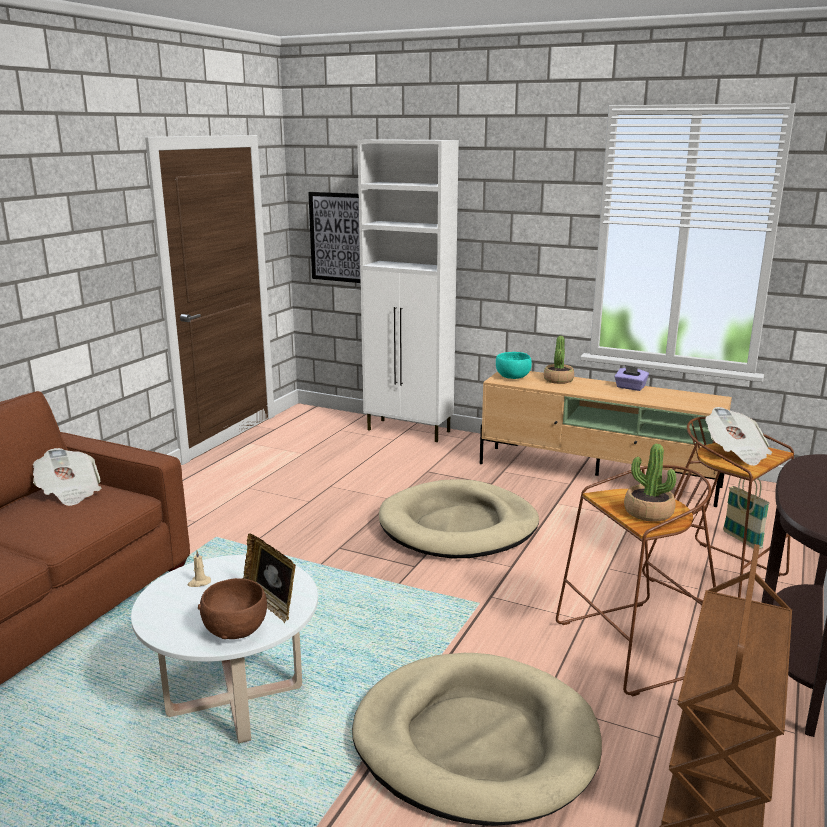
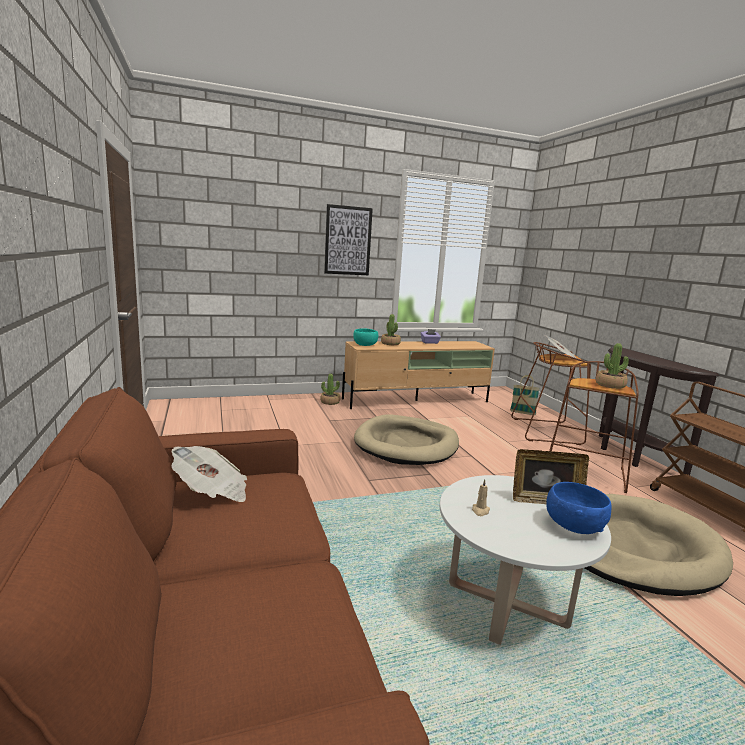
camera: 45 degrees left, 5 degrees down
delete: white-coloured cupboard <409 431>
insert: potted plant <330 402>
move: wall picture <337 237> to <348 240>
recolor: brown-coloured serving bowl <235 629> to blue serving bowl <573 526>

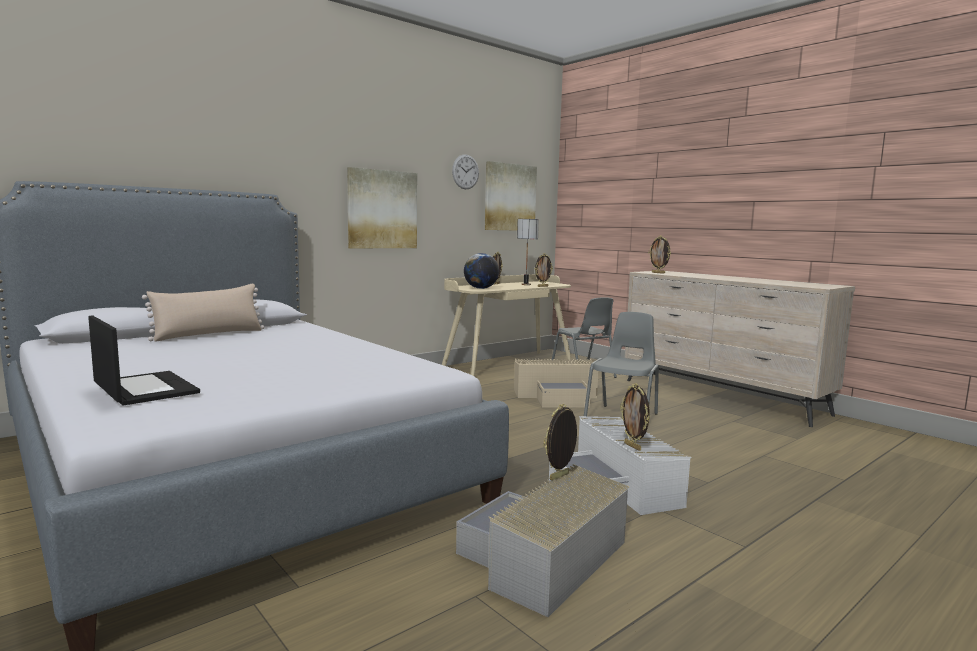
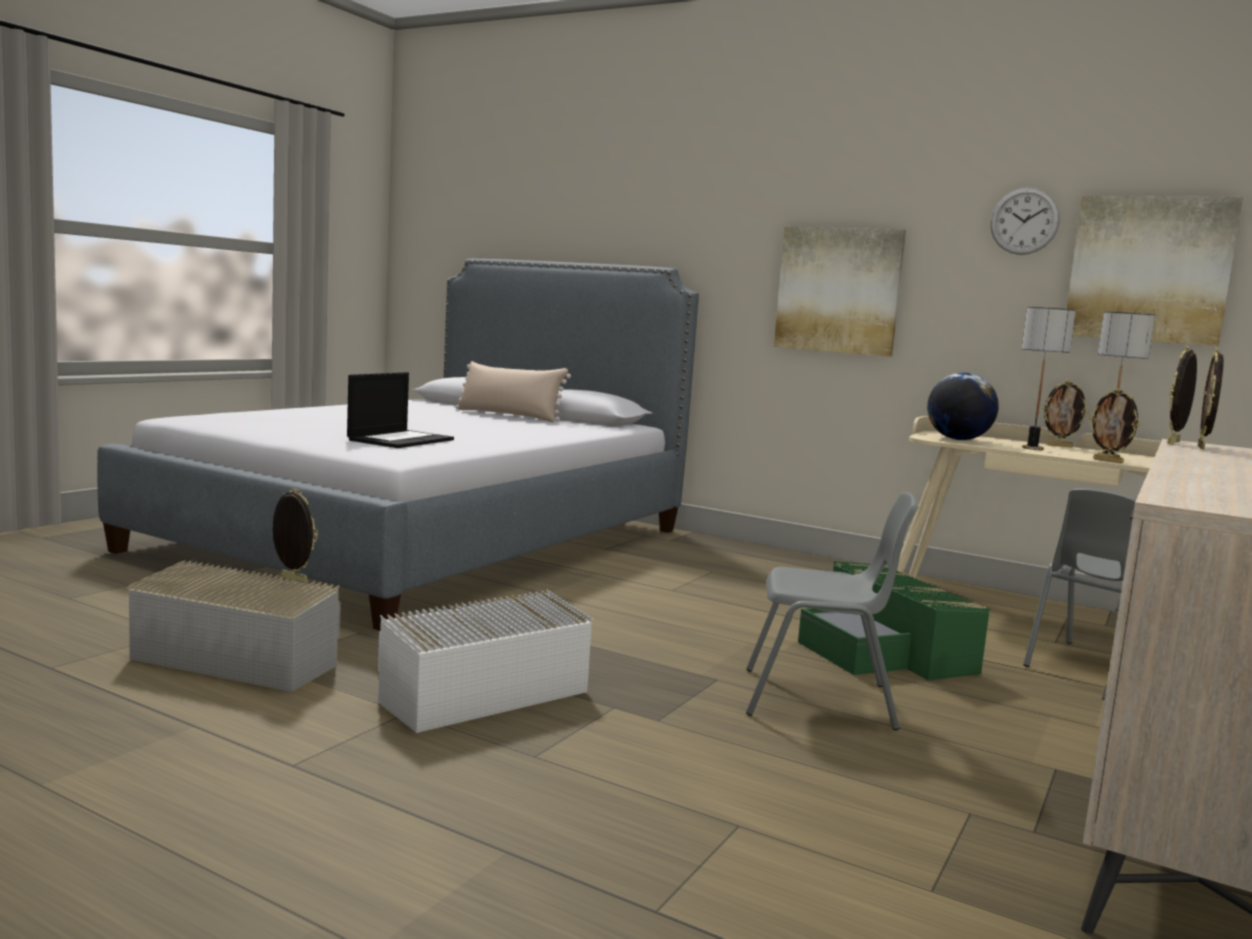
camera: 70 degrees right, 0 degrees up
insert: lamp for a table <1032 448>
move: laptop <144 388> to <401 440>; photo frame <633 446> to <1175 442>
recolor: beige storage bin <558 396> to green-coloured storage bin <885 651>

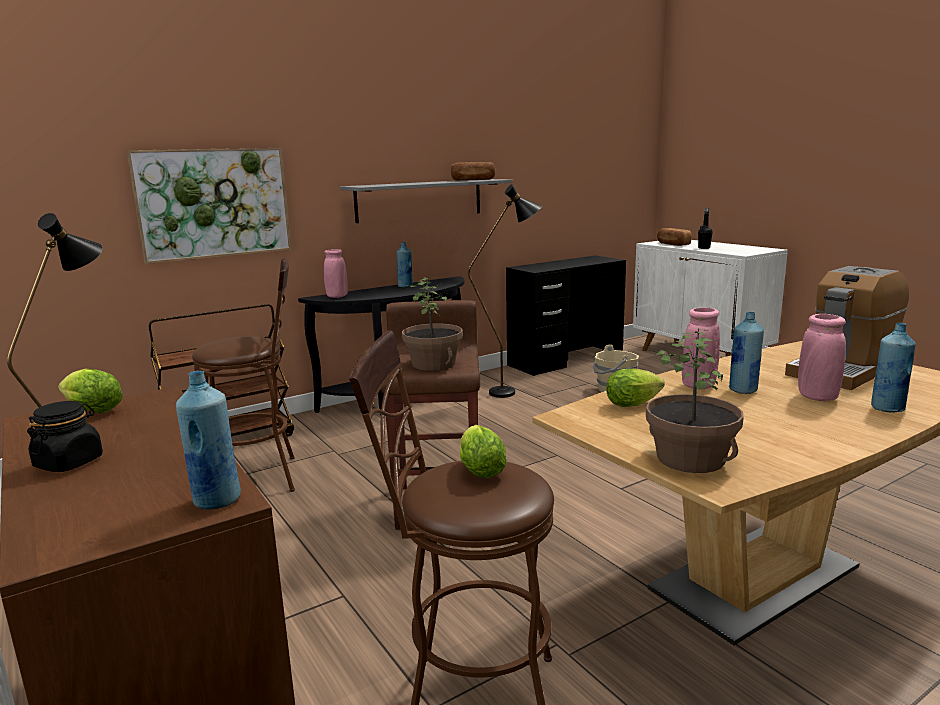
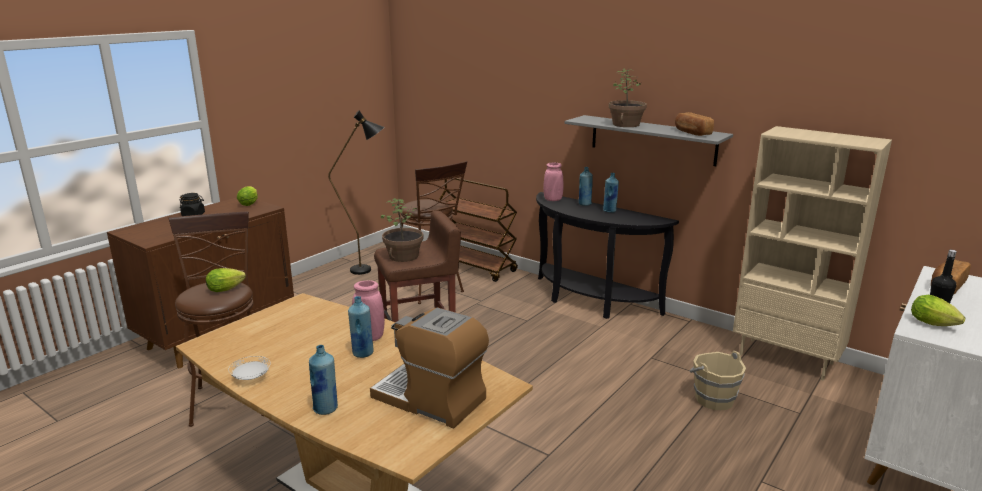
camera: 70 degrees right, 5 degrees up
delete: wall picture <214 203>; black floor lamp <512 392>; pinkish flower vase <817 397>
insert: white-coloured flat dish <251 377>
move: potted plant <691 458> to <626 124>; lettuce head <635 404> to <935 325>; blue drink bottle <216 500> to <584 204>
replace: black desk unit <565 359> to beige bookshelf <786 358>

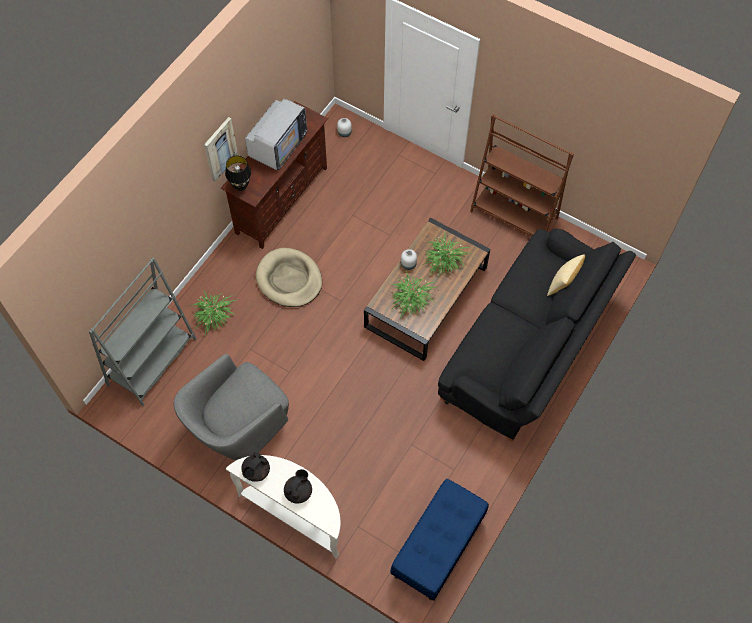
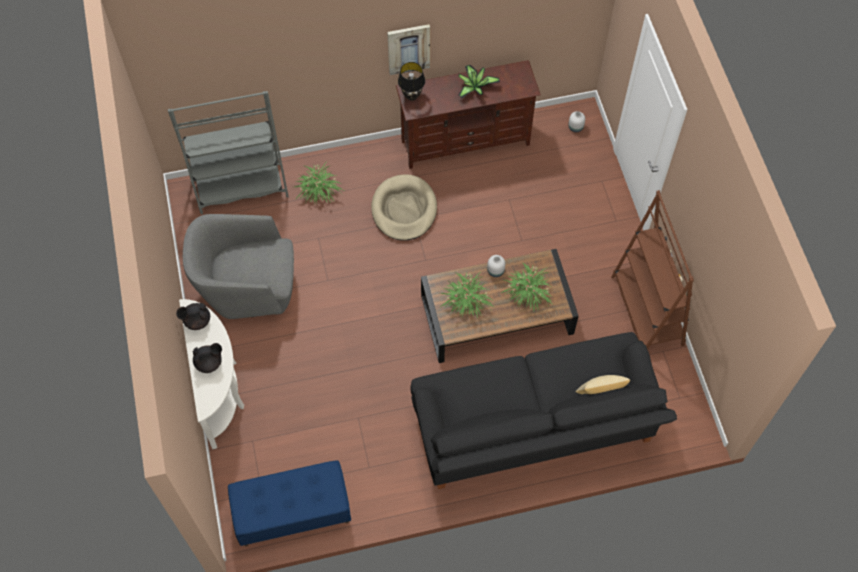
camera: 45 degrees right, 0 degrees up
replace: television <278 146> to potted plant <475 86>

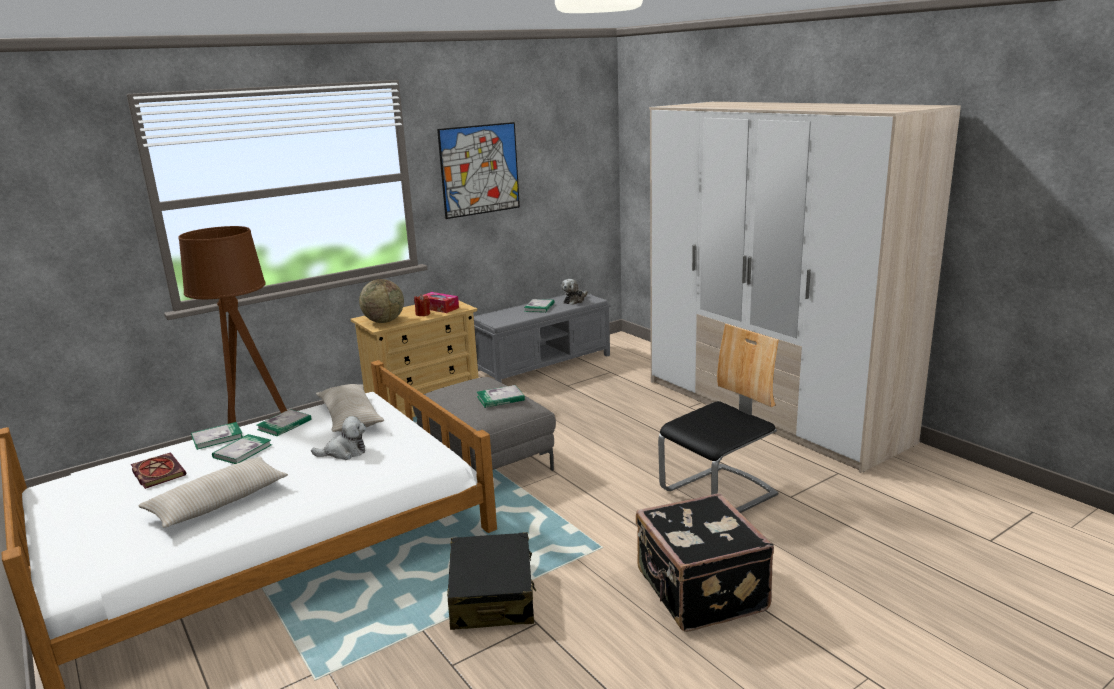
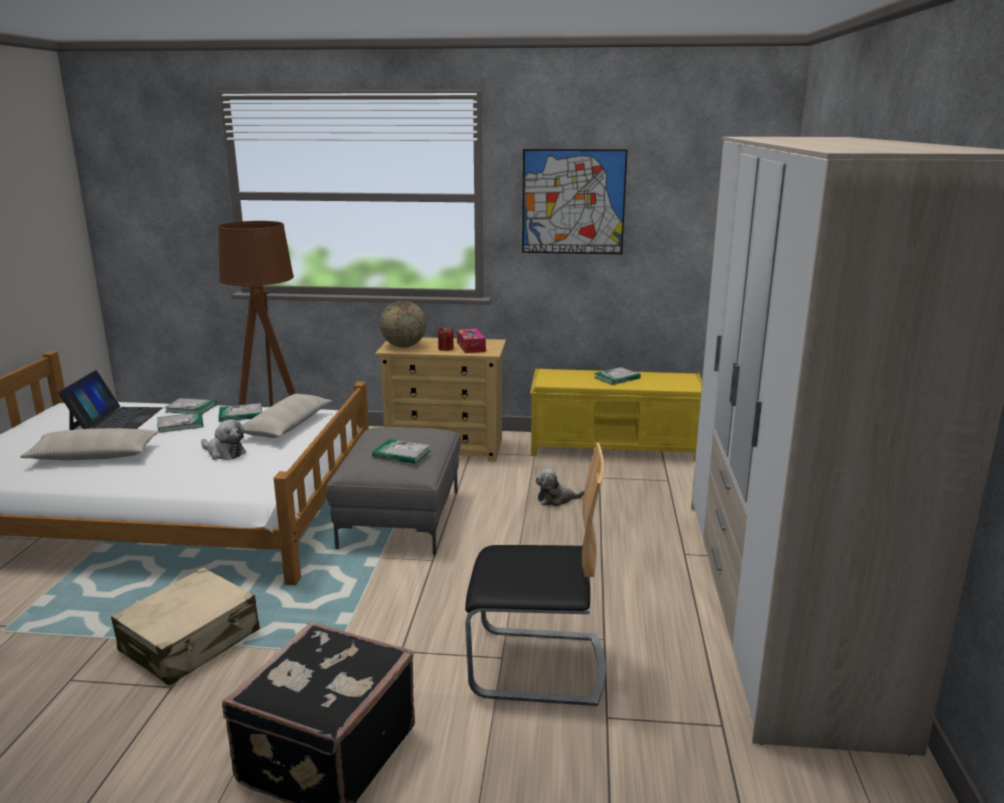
camera: 40 degrees right, 0 degrees up
move: soft toy <574 300> to <557 499>
replace: volume <157 472> to laptop <116 419>
recolor: gray bench <544 365> to yellow bench <615 448>; black piece of luggage <492 596> to beige piece of luggage <191 641>

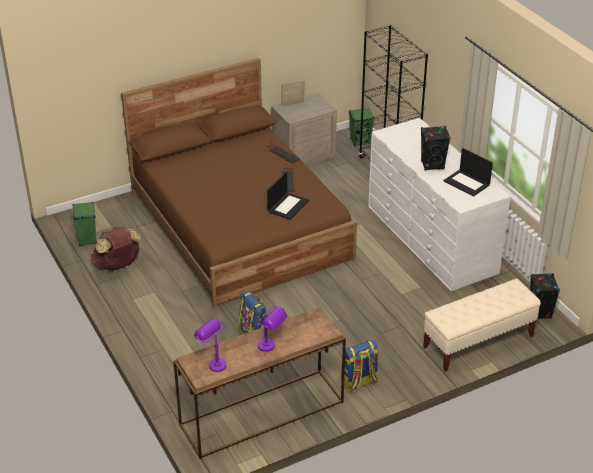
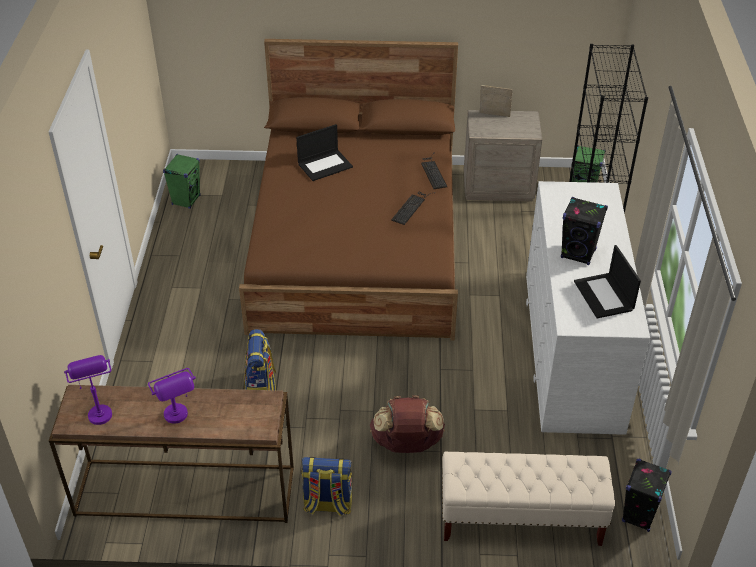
camera: 30 degrees right, 5 degrees up
move: laptop <288 206> to <325 165>; brown-coloured backpack <118 265> to <406 444>

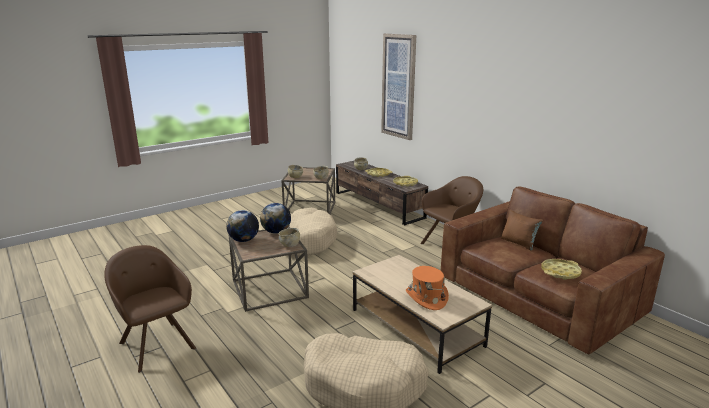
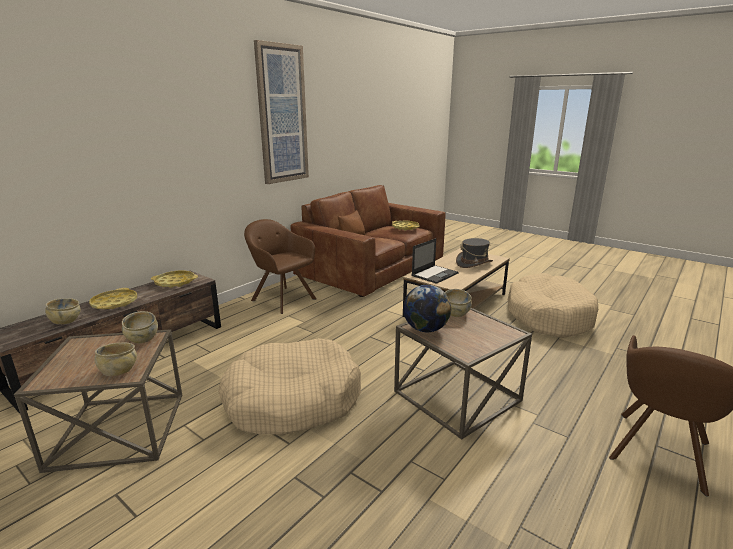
camera: 105 degrees left, 0 degrees up
delete: globe <244 240>
insert: laptop <435 274>
move: wall picture <399 86> to <282 115>
recolor: orangey hat <426 298> to gray hat <474 263>

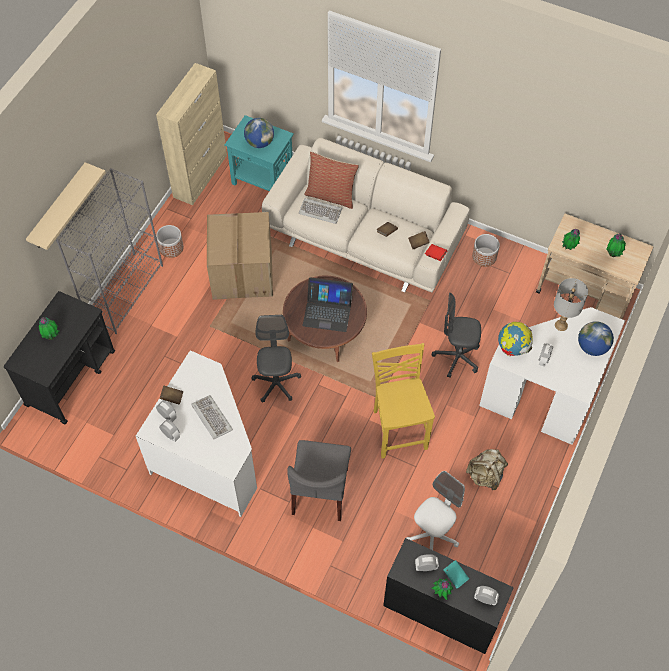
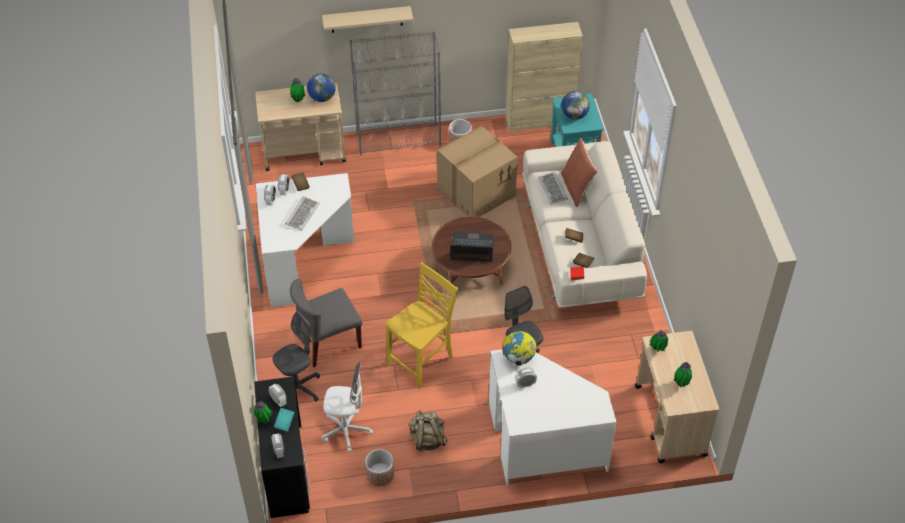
camera: 55 degrees right, 10 degrees down
delete: gray lamp for a table <561 325>
move: plant pot <484 257> to <380 474>; gray desk chair <276 383> to <298 388>; globe <592 347> to <322 98>
recolor: black cart <71 377> to beige cart <305 153>
rotate: laptop <327 311> = <472 247> 120 degrees clockwise

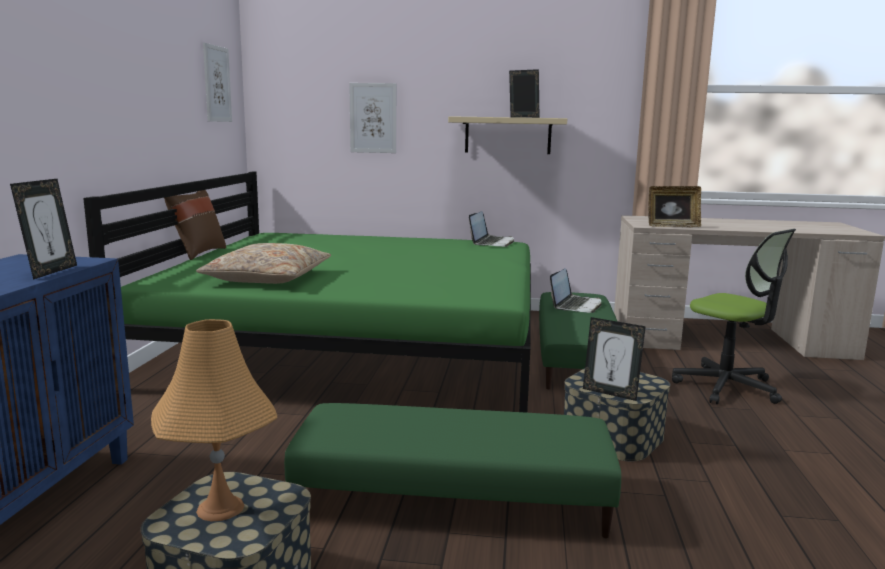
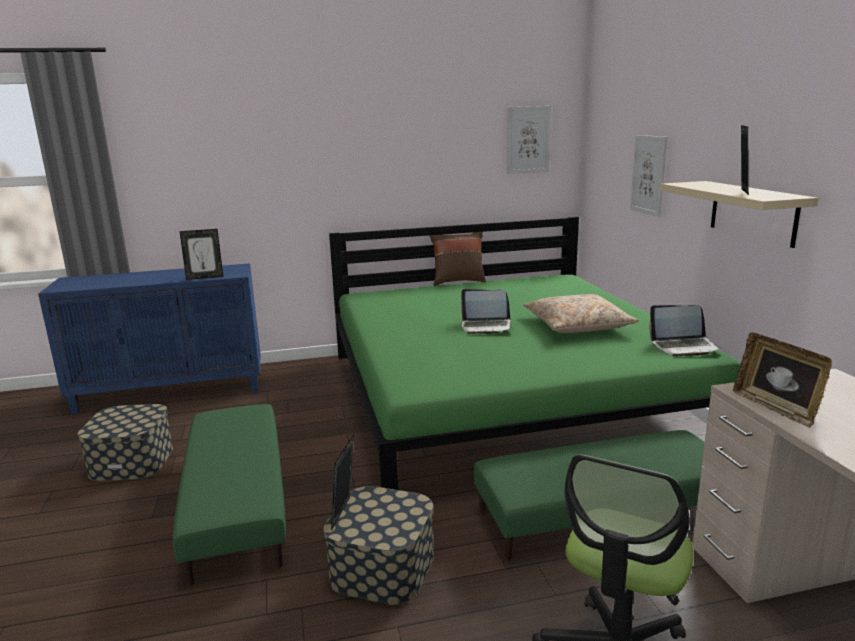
camera: 70 degrees right, 5 degrees up
delete: orangey lamp for a table <221 508>
move: beige pillow <268 278> to <577 325>; laptop <576 305> to <486 327>

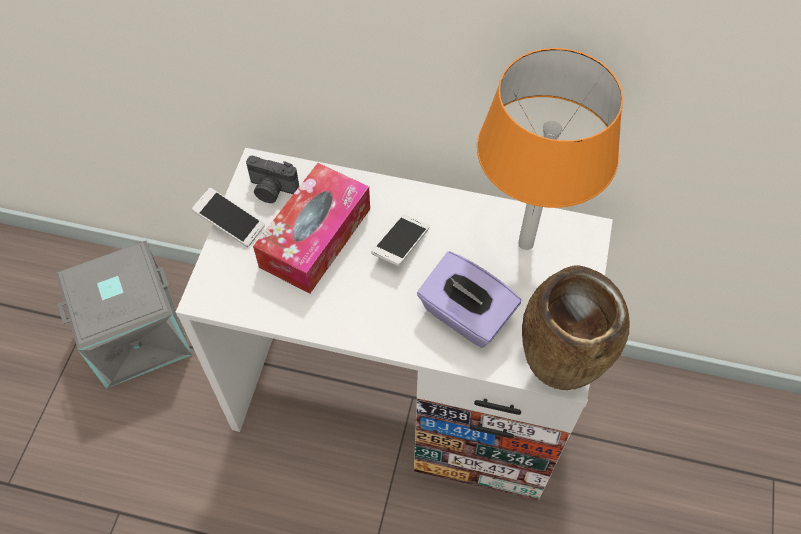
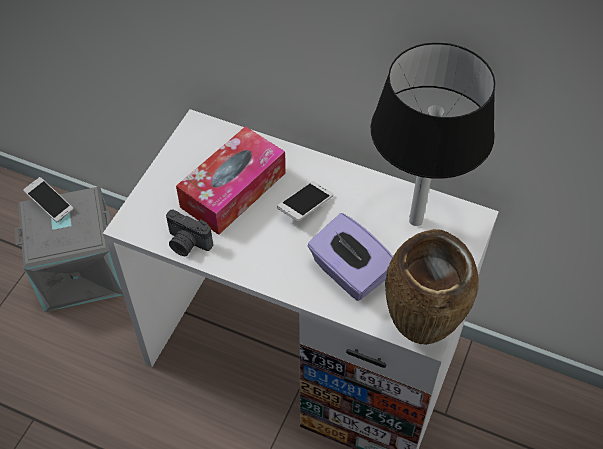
camera: 10 degrees right, 5 degrees down
move: photo camera <272 190> to <187 244>; telephone <230 223> to <50 204>
recolor: orangey lamp for a table <526 243> to black lamp for a table <416 220>

